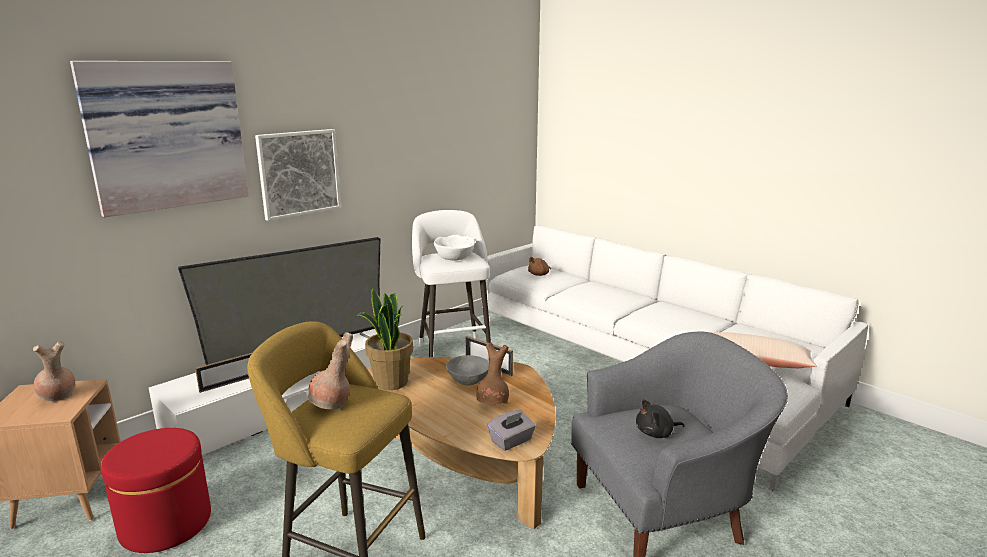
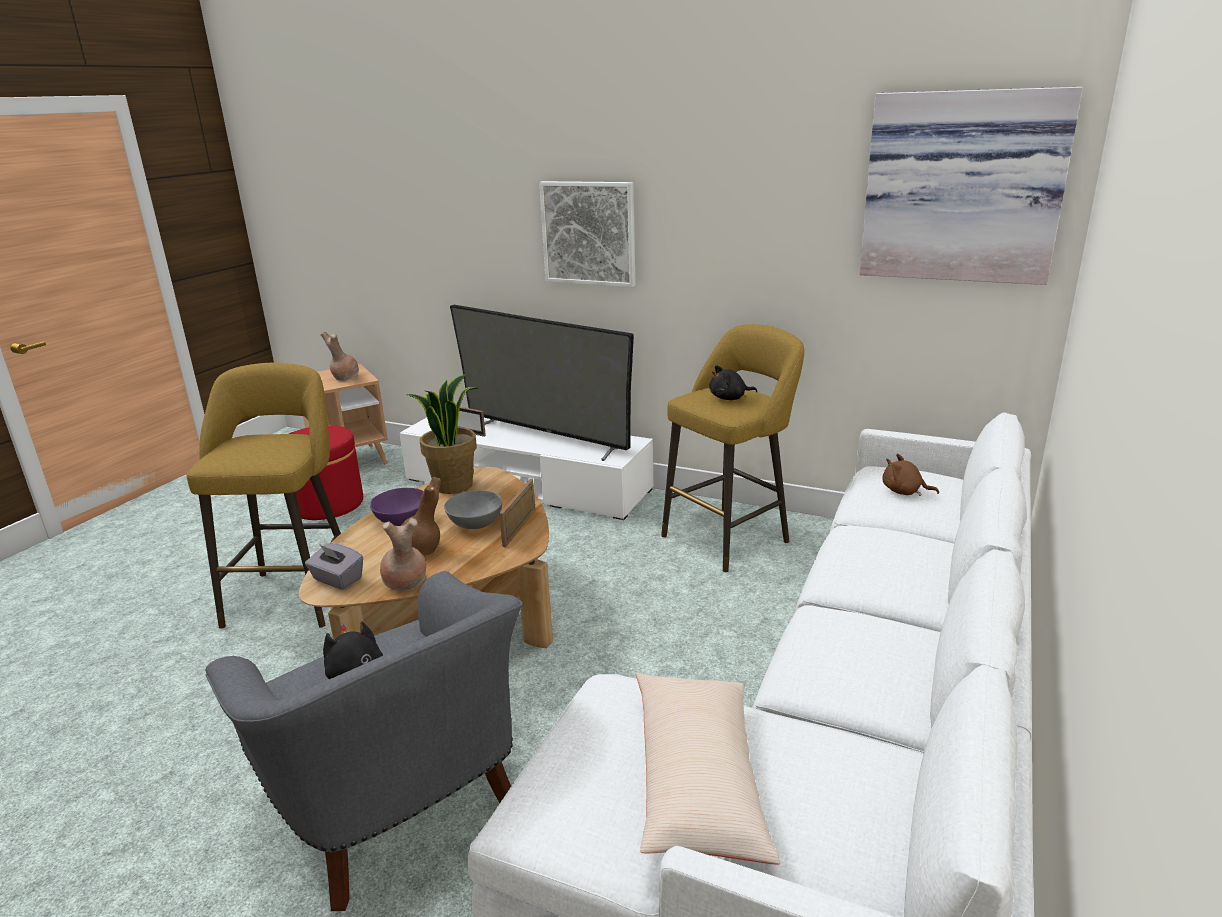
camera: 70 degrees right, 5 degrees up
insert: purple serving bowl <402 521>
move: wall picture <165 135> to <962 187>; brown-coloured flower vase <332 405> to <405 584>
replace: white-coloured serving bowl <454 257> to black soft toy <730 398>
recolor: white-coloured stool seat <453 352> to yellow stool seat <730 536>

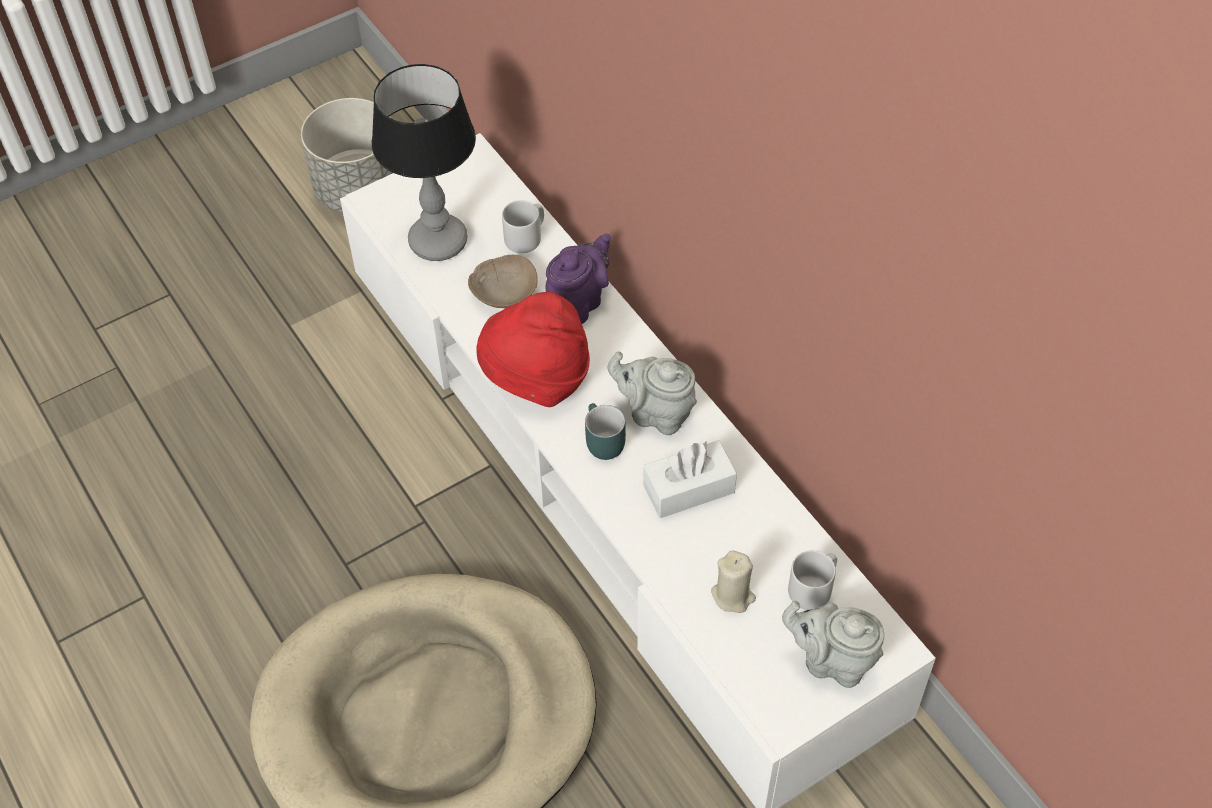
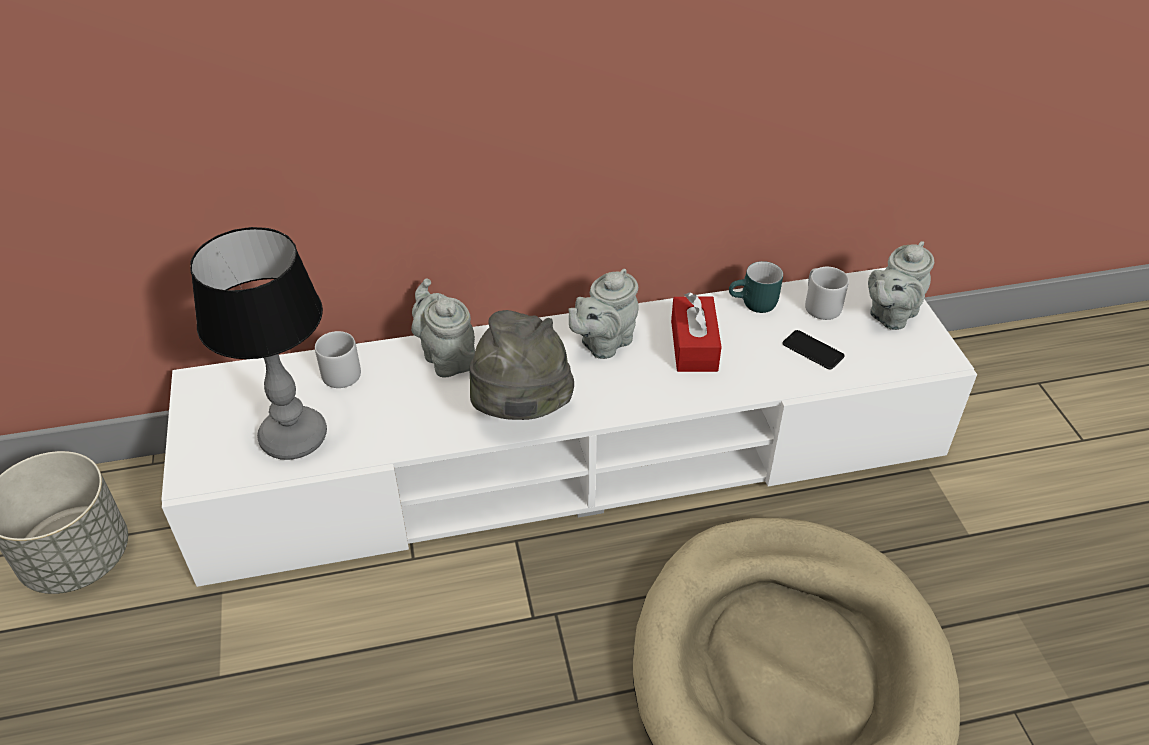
camera: 70 degrees left, 10 degrees down
delete: beige serving bowl <503 292>
move: turquoise-coloured mug <600 442> to <754 305>
replace: beige wax candle <733 595> to telephone <812 350>
recolor: purple teapot <579 302> to gray teapot <447 357>; reddish hat <537 379> to gray hat <520 409>; white-coloured tissue holder <689 488> to reddish tissue holder <694 346>

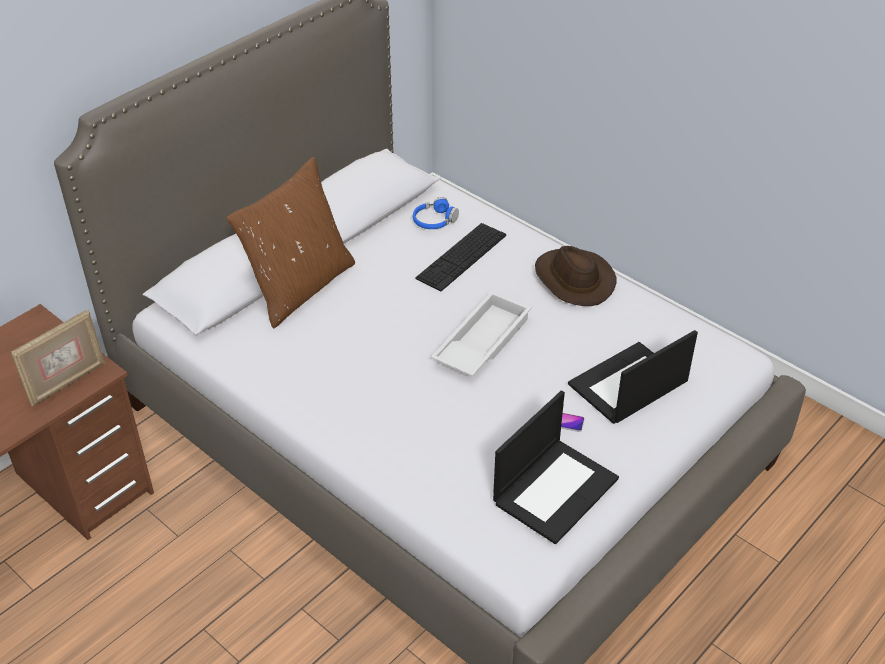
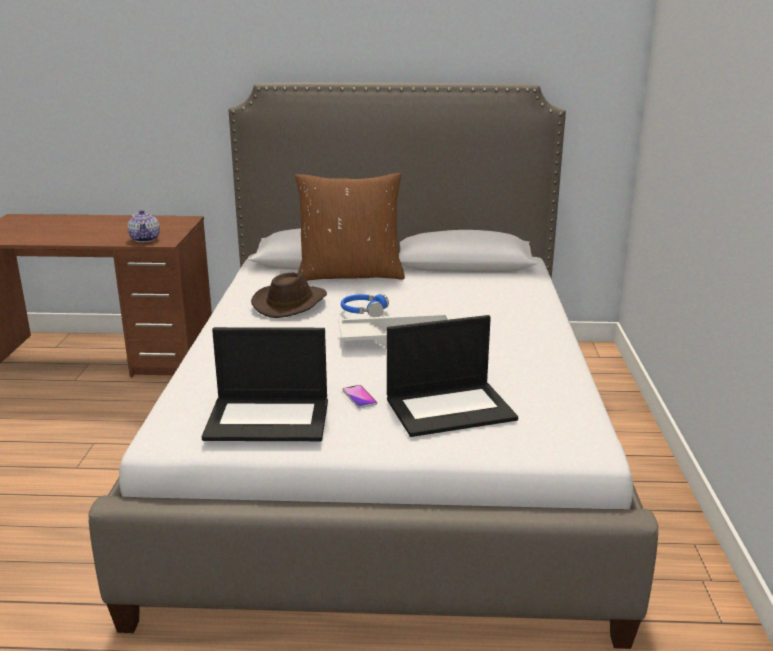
camera: 50 degrees right, 20 degrees down
delete: keyboard <461 256>
move: blue headphones <434 221> to <363 311>; brown-coloured hat <573 280> to <290 303>
replace: photo frame <67 382> to teapot <145 239>
rotate: laptop <627 385> = <451 408> 150 degrees clockwise

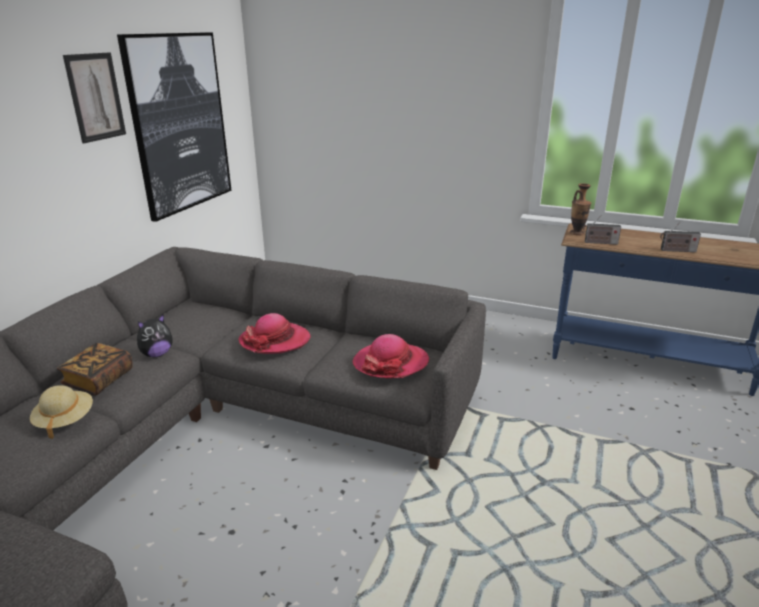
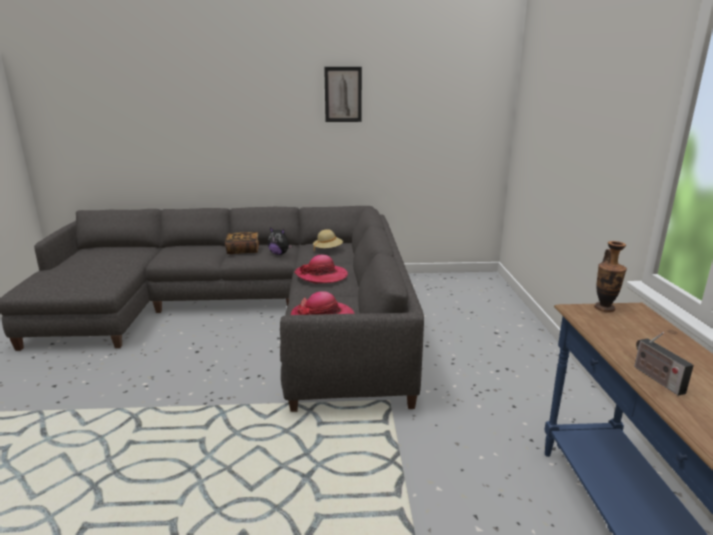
camera: 65 degrees right, 5 degrees down
delete: wall picture <180 124>; radio set <599 242>
move: beige hat <65 420> to <328 249>

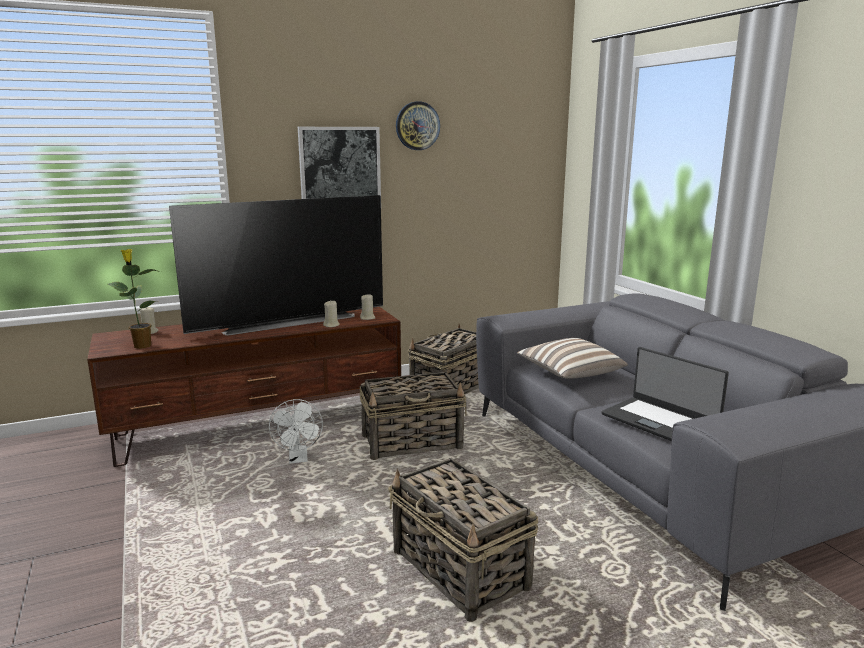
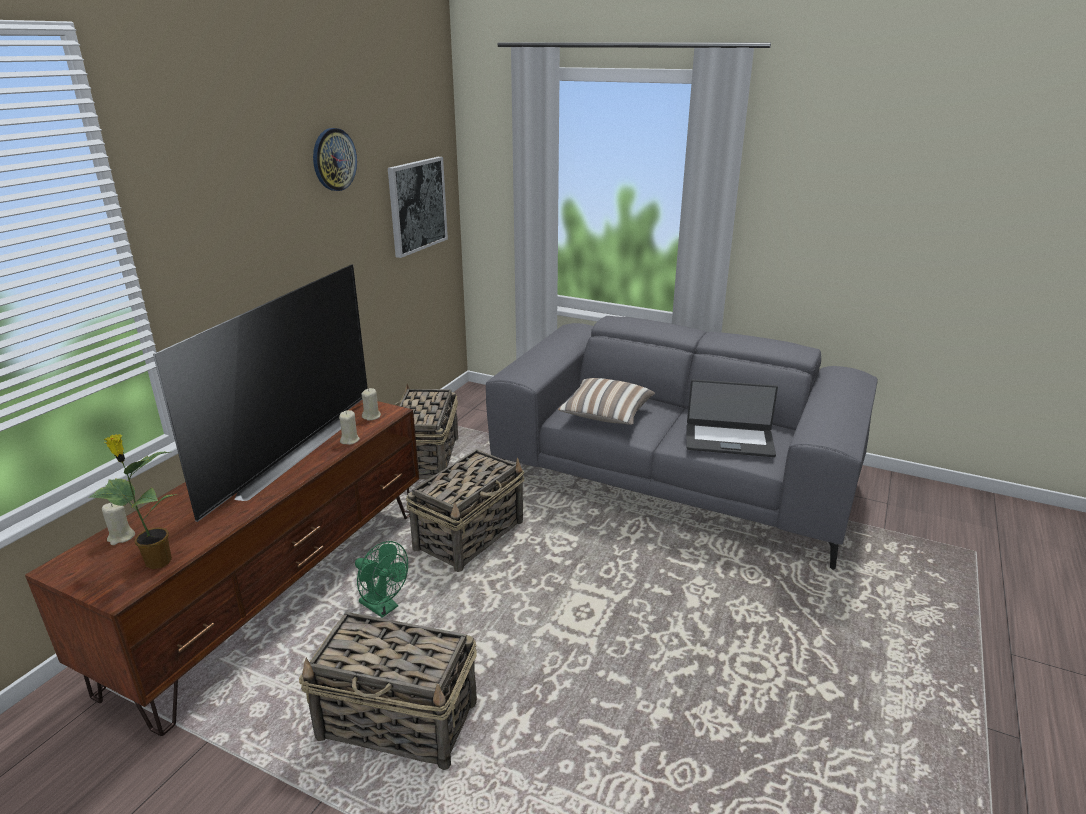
camera: 40 degrees left, 10 degrees up
move: wall picture <340 169> to <417 205>; storage basket <460 571> to <399 721>
recolor: white-coloured electric fan <298 459> to green-coloured electric fan <383 608>

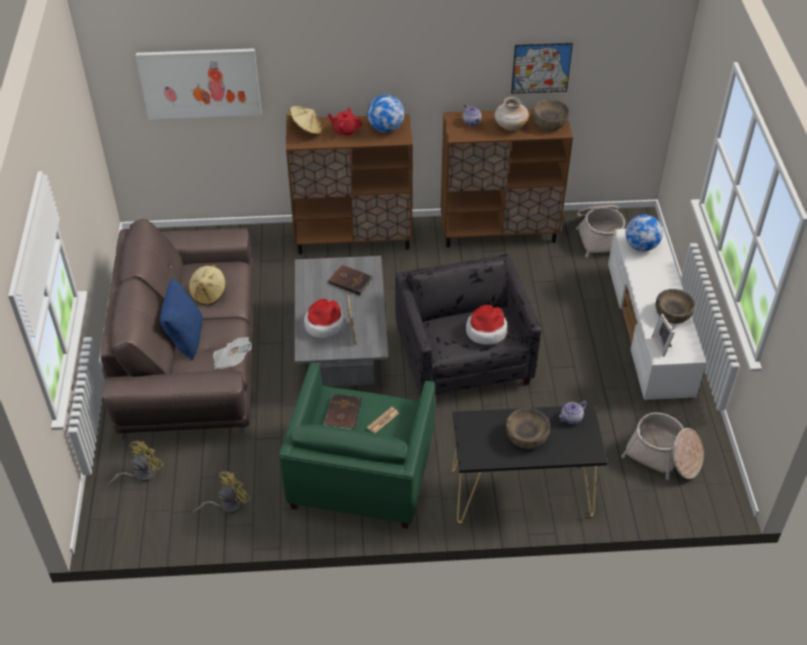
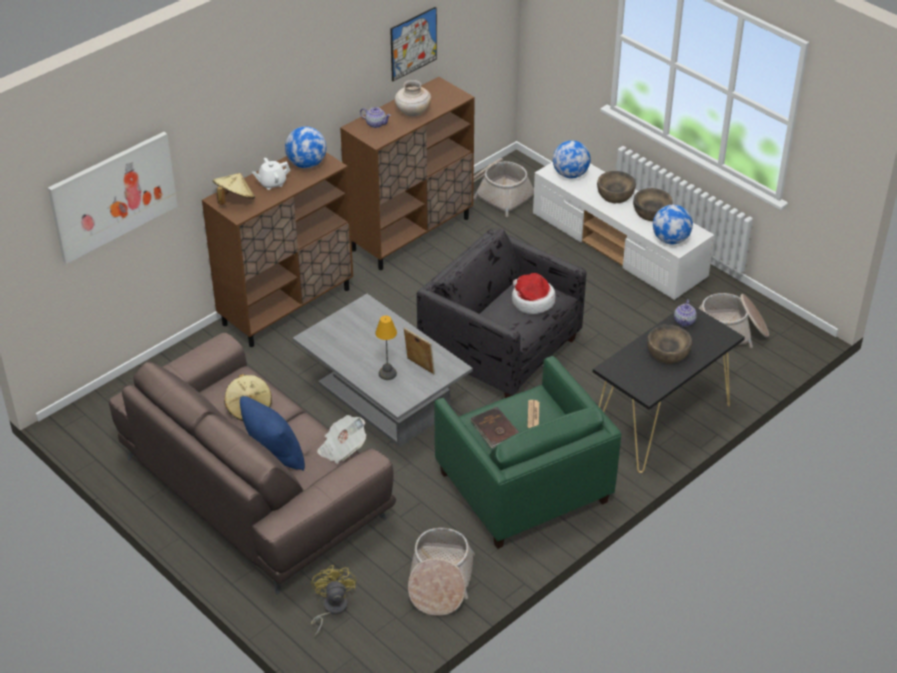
camera: 40 degrees left, 5 degrees down
delete: brown-coloured volume <350 280>
move: brown-coloured serving bowl <549 123> to <615 195>
replace: hat <324 324> to lamp for a table <387 374>; photo frame <662 345> to globe <670 240>; yellow electric fan <227 505> to storage basket <439 582>
recolor: reddish teapot <345 130> to white-coloured teapot <272 183>

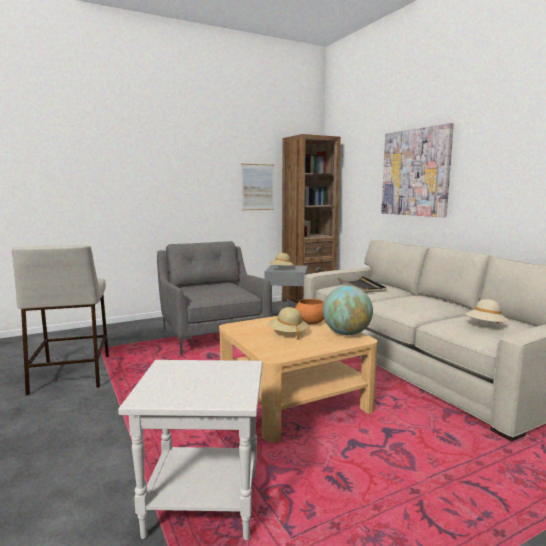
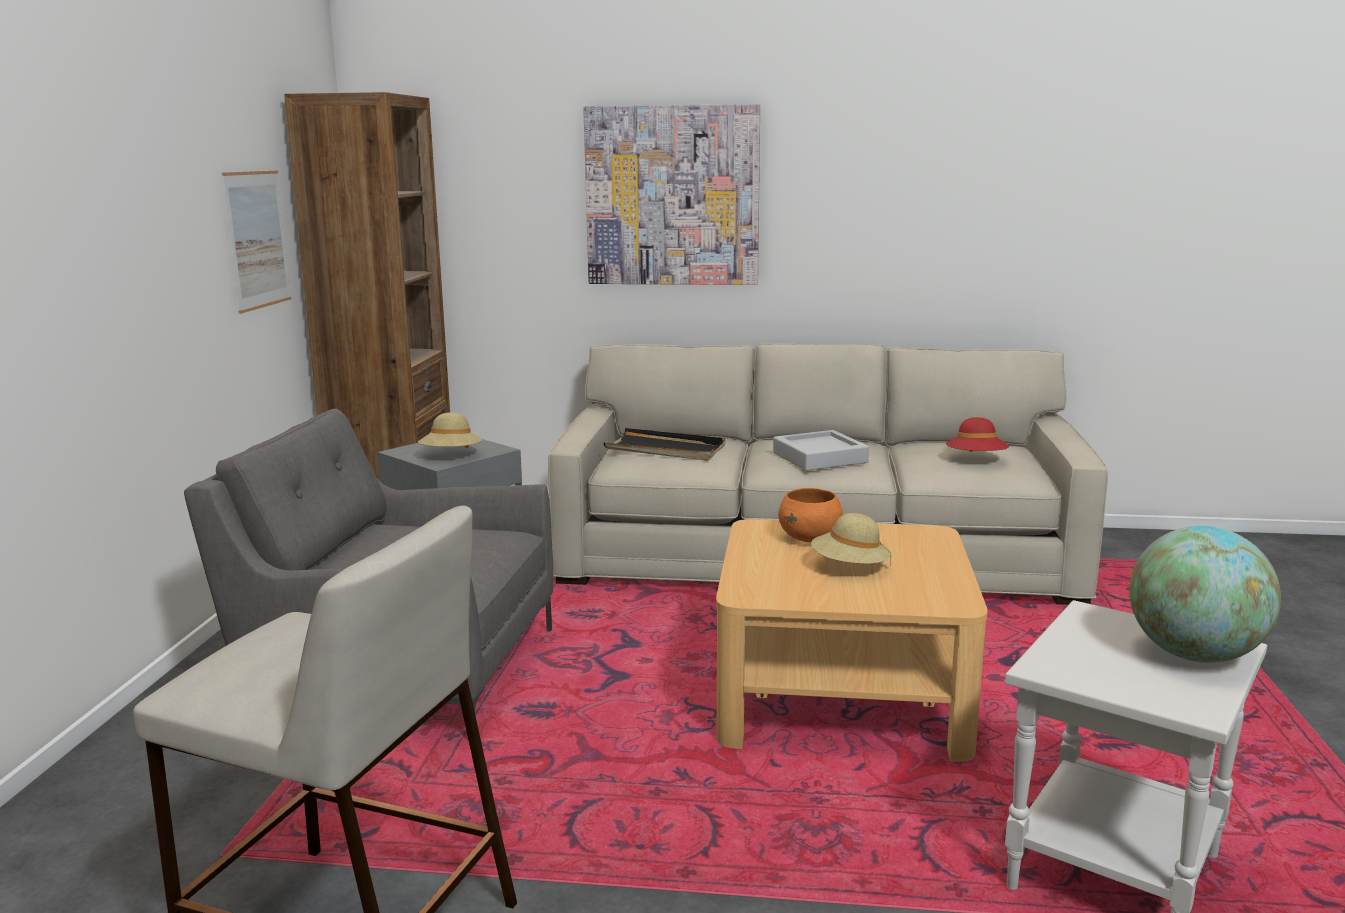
camera: 55 degrees left, 5 degrees up
insert: gray tray <819 458>
move: globe <347 334> to <1194 655>
recolor: beige hat <485 326> to reddish hat <976 460>

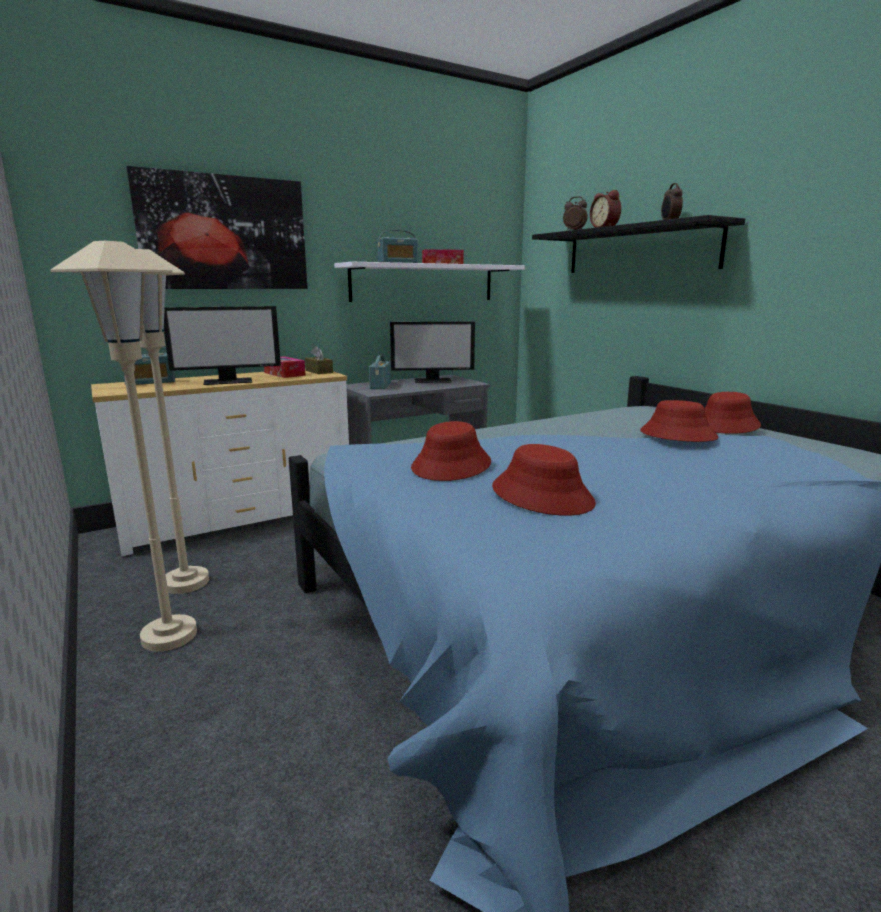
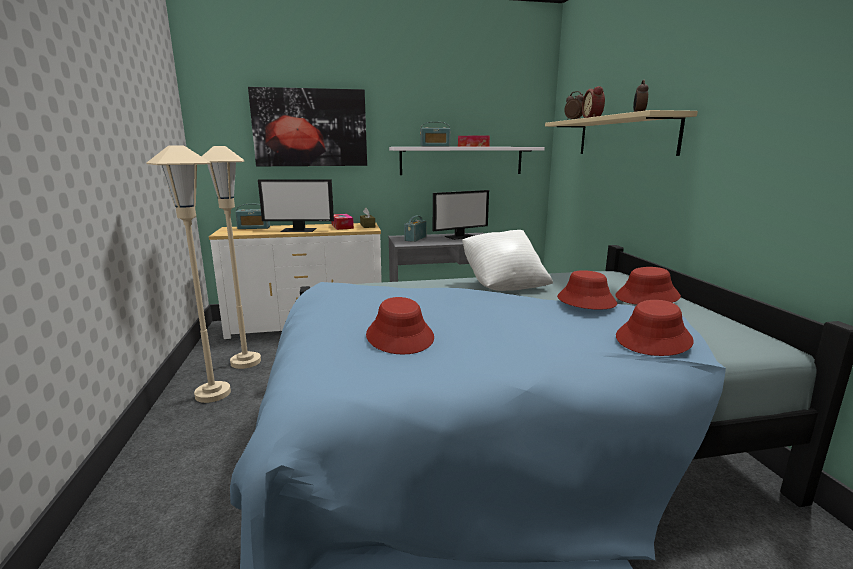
camera: 20 degrees right, 0 degrees up
insert: white-coloured pillow <504 285>
move: reddish hat <452 465> to <654 339>
recolor: black wall shelf <639 250> to beige wall shelf <624 136>
rotate: monitor <433 380> = <460 236> 45 degrees counterclockwise

